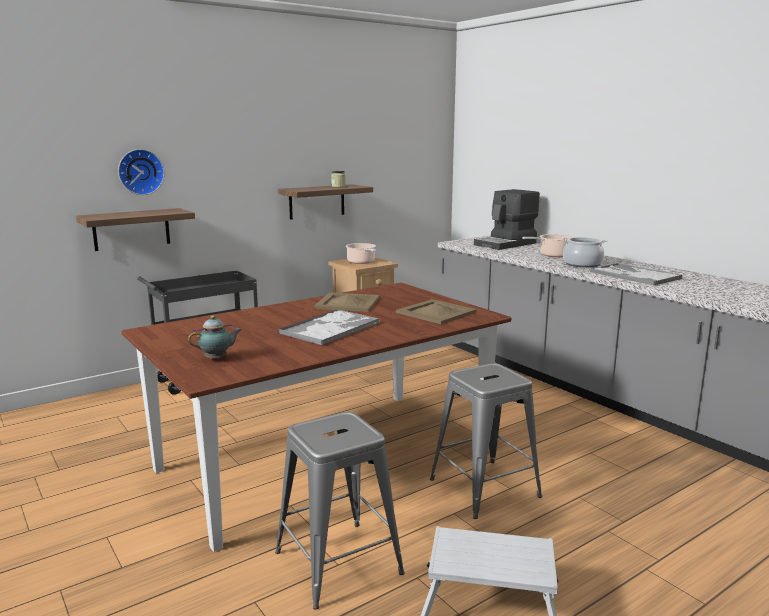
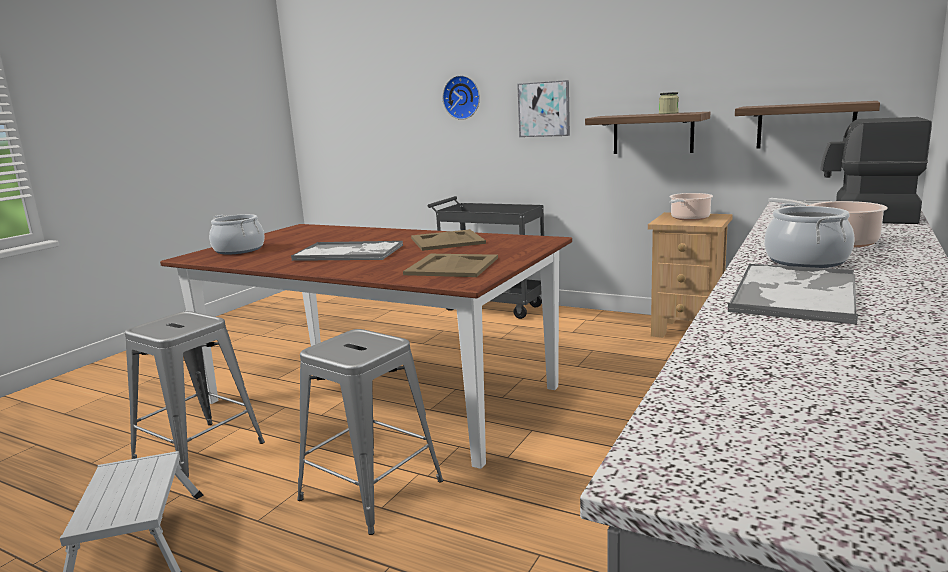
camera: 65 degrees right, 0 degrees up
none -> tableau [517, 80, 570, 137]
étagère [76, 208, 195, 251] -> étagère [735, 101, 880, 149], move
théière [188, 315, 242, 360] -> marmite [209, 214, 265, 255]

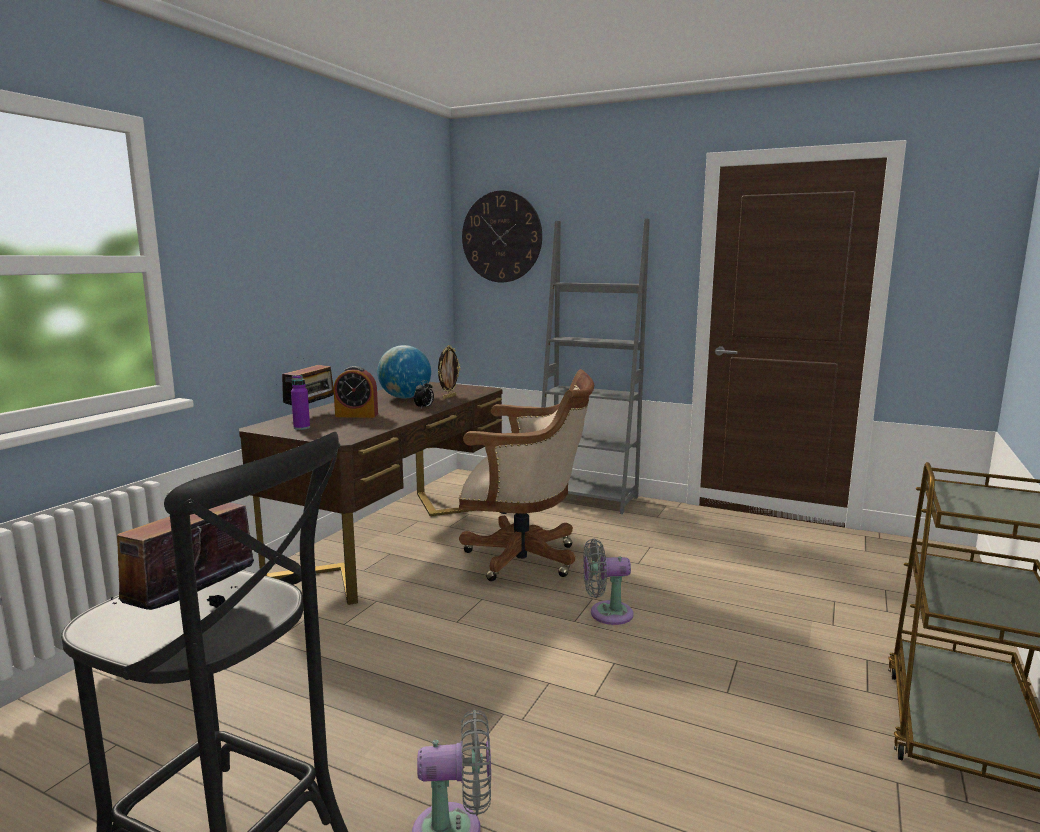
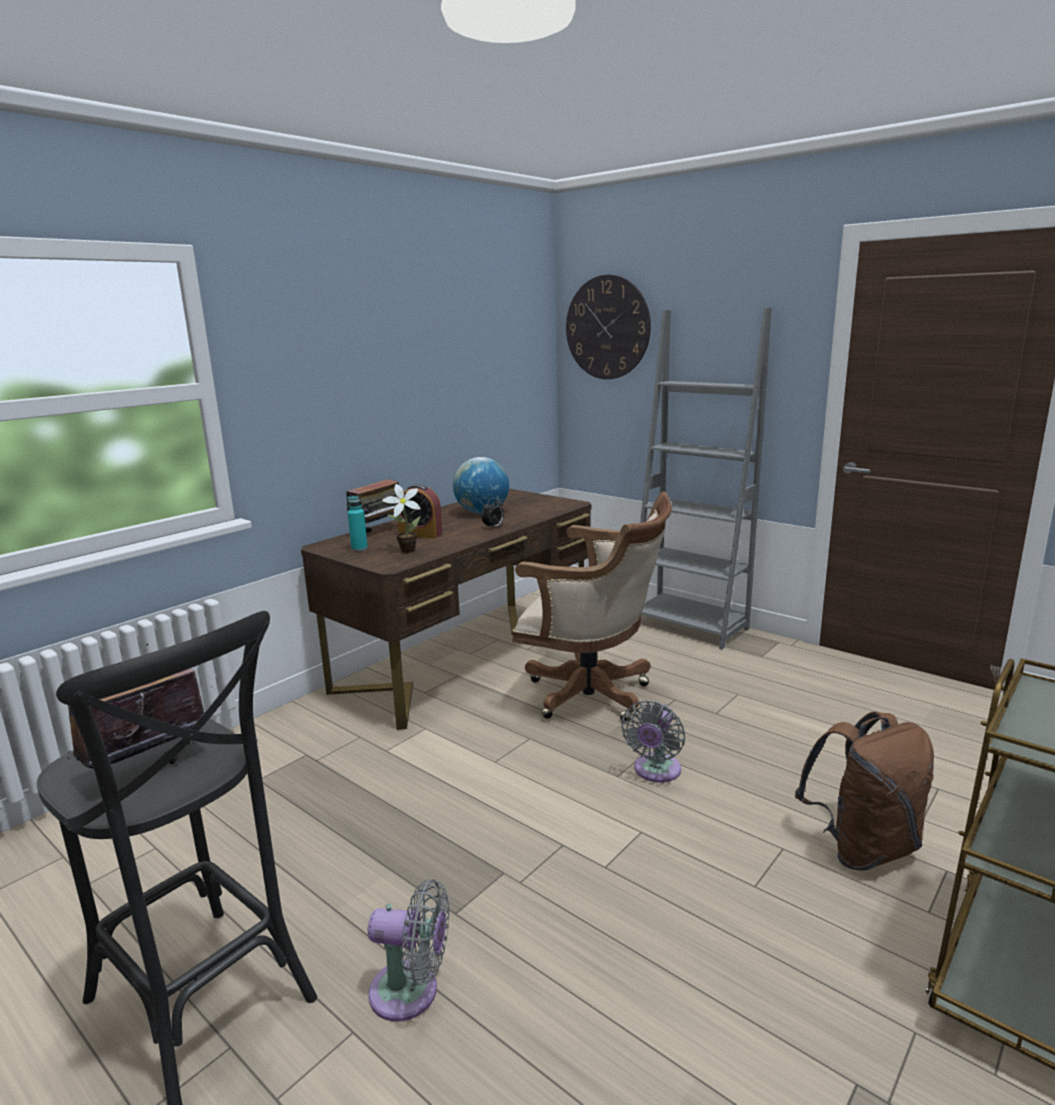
camera: 15 degrees right, 5 degrees up
cadre photo [438, 345, 460, 399] -> none
none -> plante en pot [382, 484, 420, 553]
none -> sac à dos/marron [795, 711, 934, 871]
bouteille/violet [291, 375, 310, 430] -> bouteille/turquoise [347, 496, 368, 551]
ventilateur/gris [583, 539, 633, 625] -> ventilateur/gris [621, 700, 685, 783], 75 degrees counterclockwise

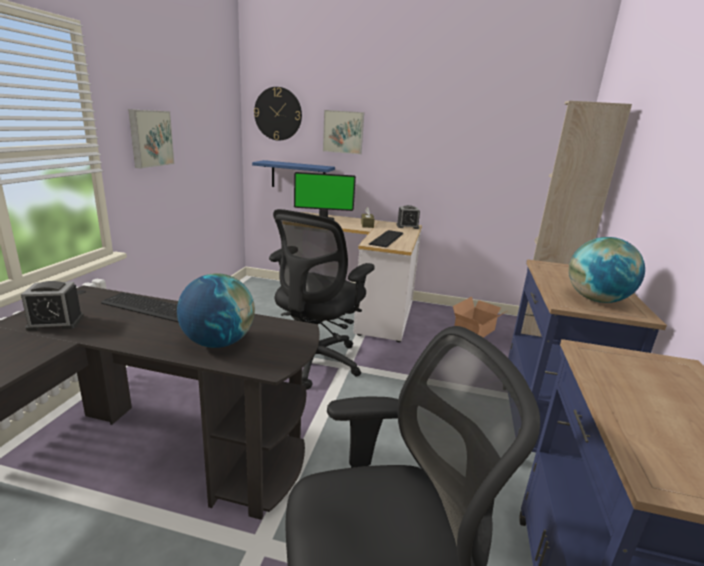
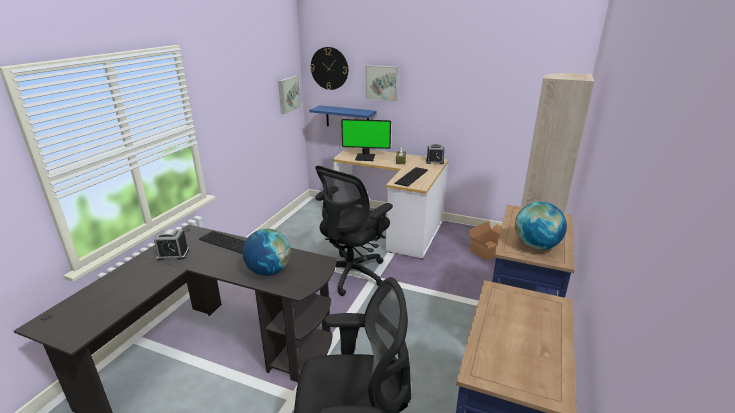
camera: 10 degrees right, 5 degrees up
tableau [128, 109, 174, 168] -> tableau [278, 76, 301, 114], move

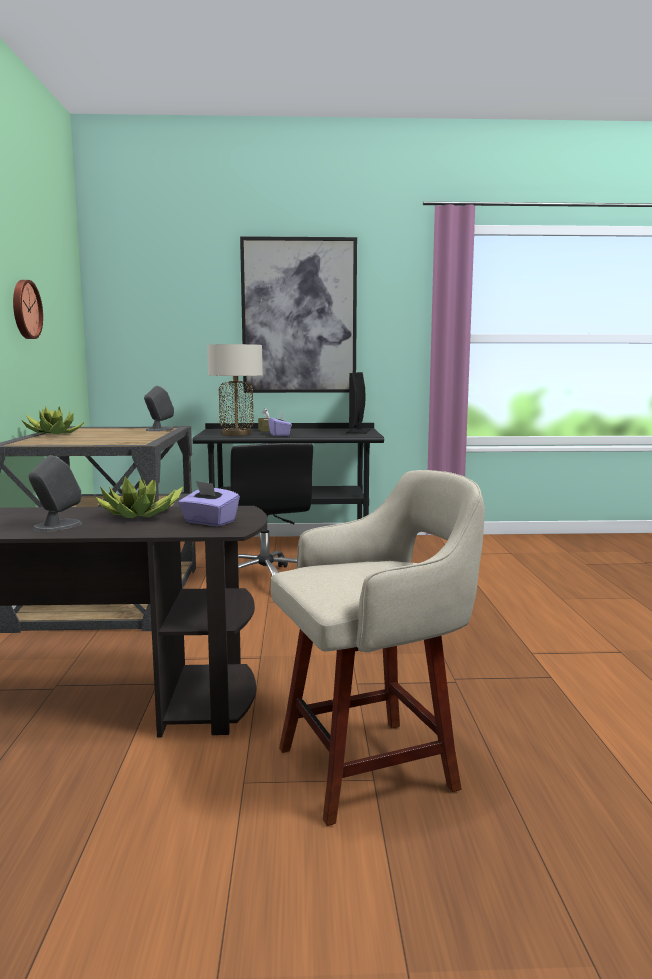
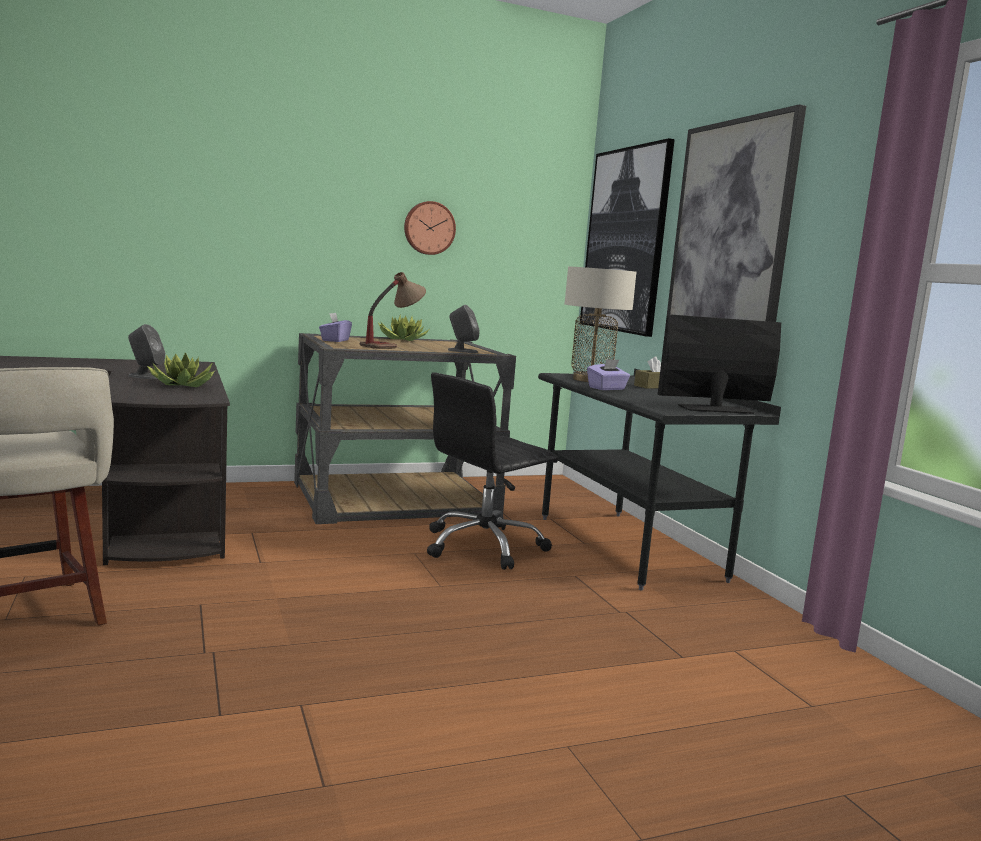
camera: 70 degrees right, 0 degrees up
none -> lampe de table [360, 272, 426, 349]
none -> tableau [580, 138, 675, 337]
boîte à mouchoirs/violet [178, 481, 240, 526] -> boîte à mouchoirs/violet [319, 313, 352, 342], move

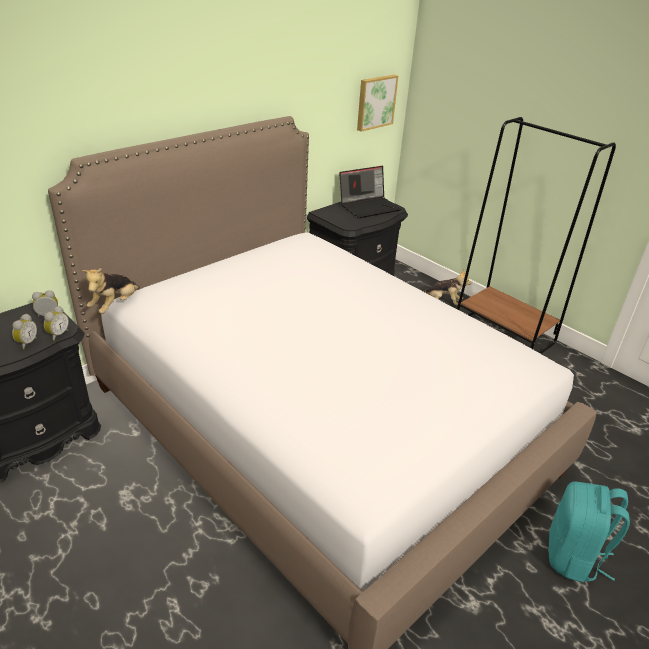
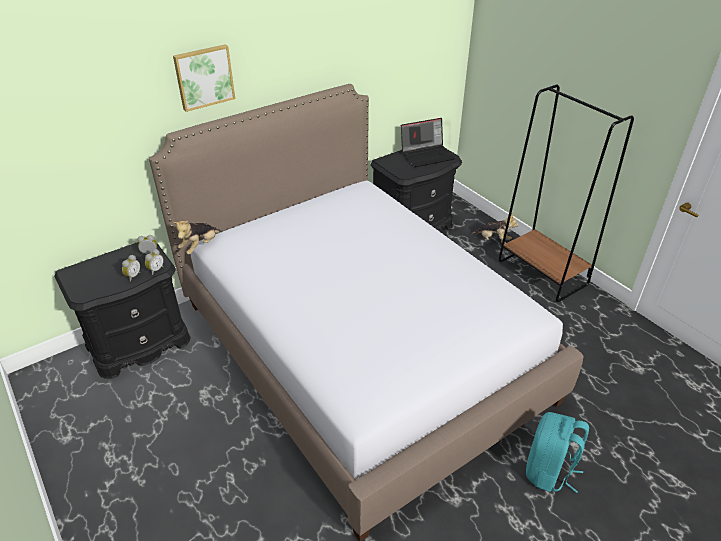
camera: 10 degrees right, 5 degrees up
tableau [357, 75, 398, 132] -> tableau [173, 44, 235, 112], move

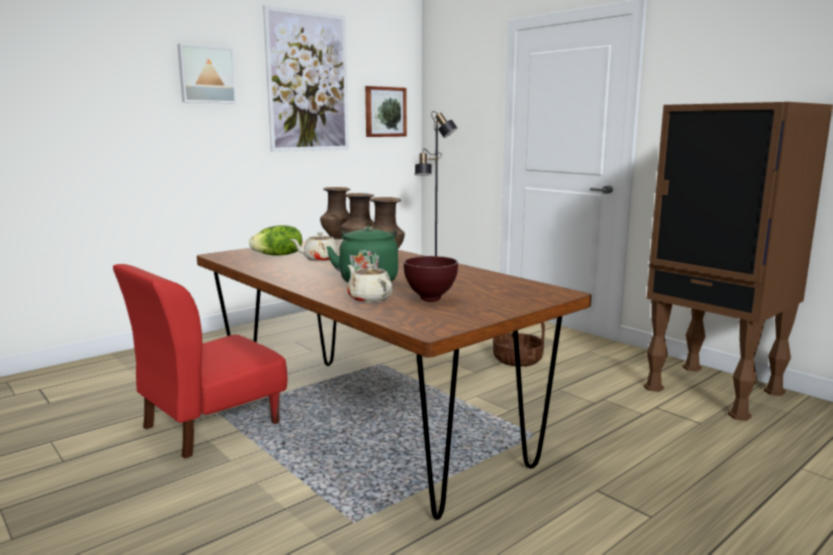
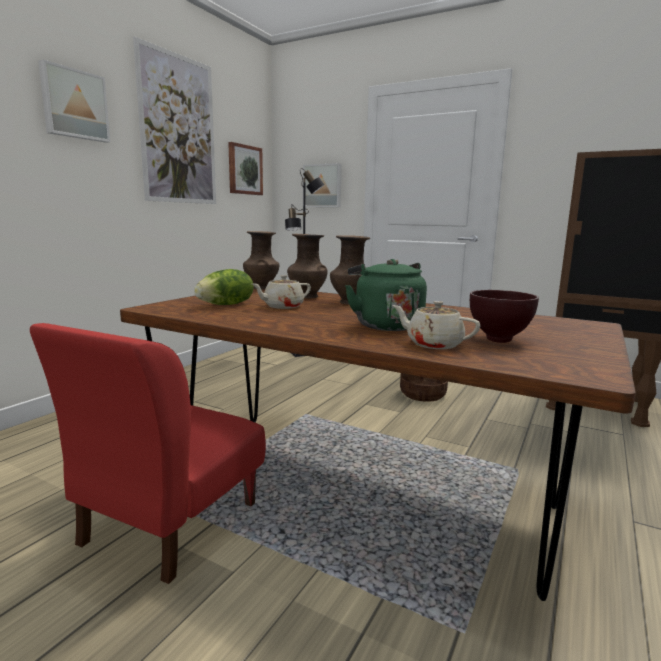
camera: 20 degrees left, 0 degrees up
none -> tableau [303, 163, 342, 207]

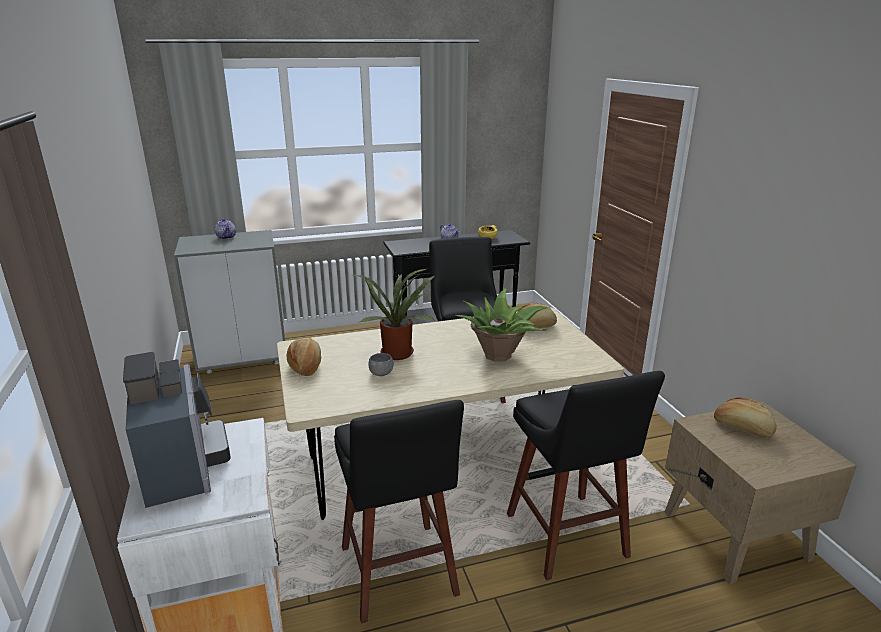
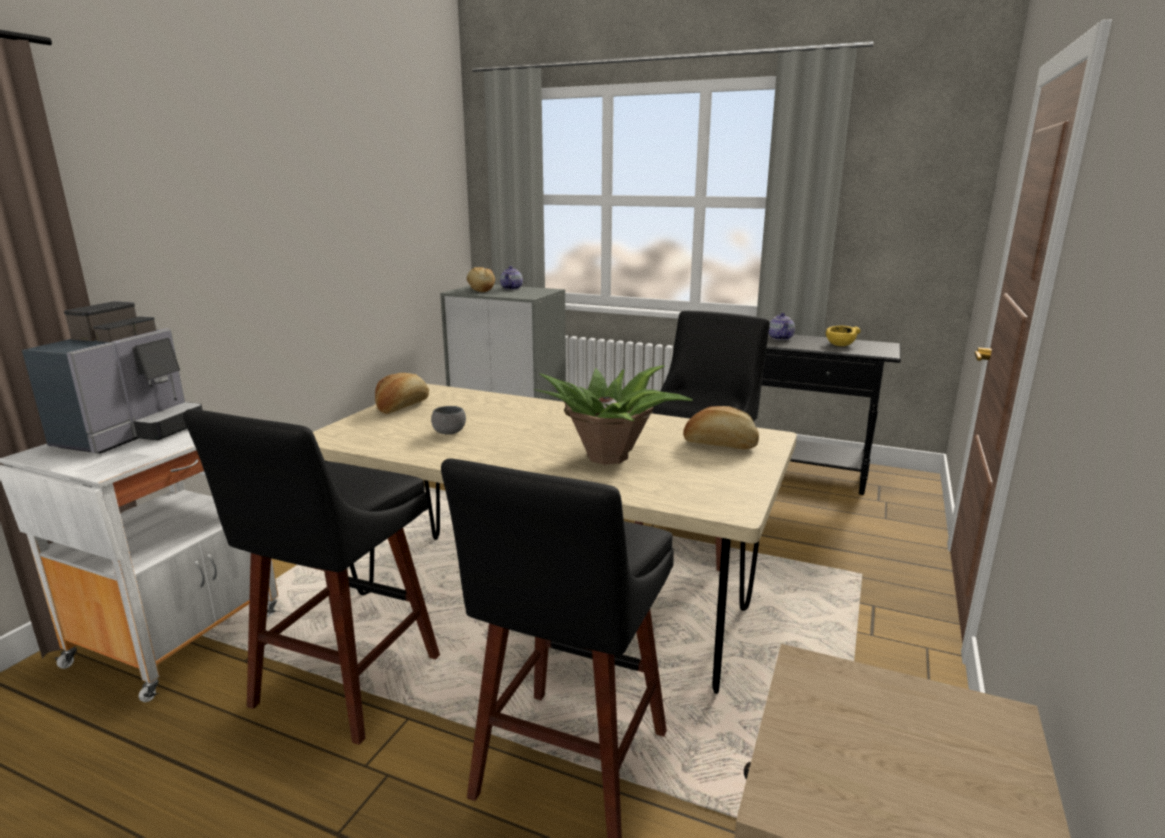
camera: 40 degrees right, 5 degrees down
plante en pot [353, 268, 436, 360] -> none
pain [714, 398, 777, 437] -> pain [467, 267, 495, 292], move

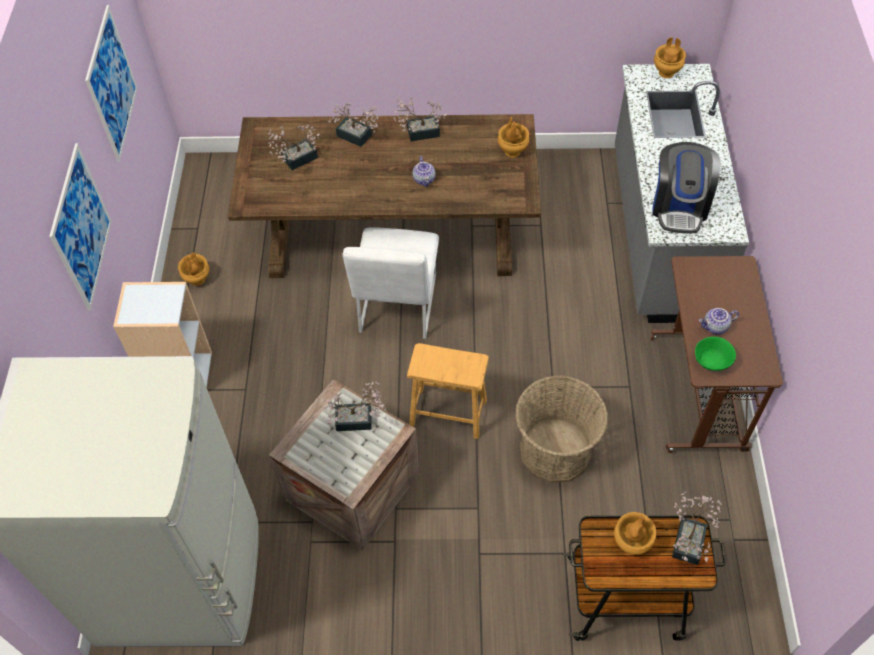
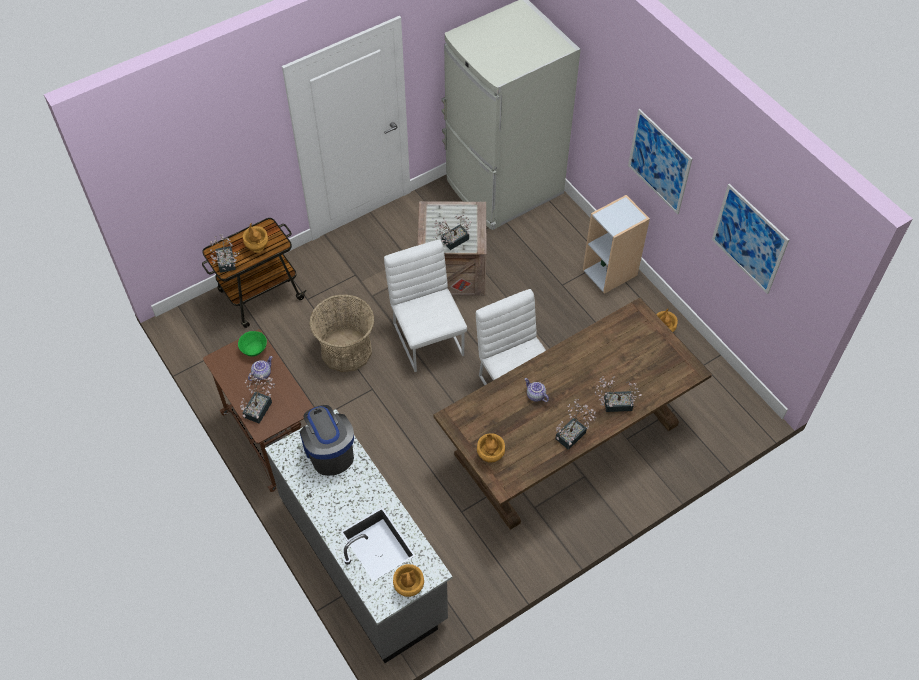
camera: 145 degrees right, 0 degrees up
plante en pot [268, 124, 320, 170] -> plante en pot [240, 372, 275, 424], move
tabouret/marron [407, 343, 489, 439] -> chaise/blanc [384, 240, 467, 372]

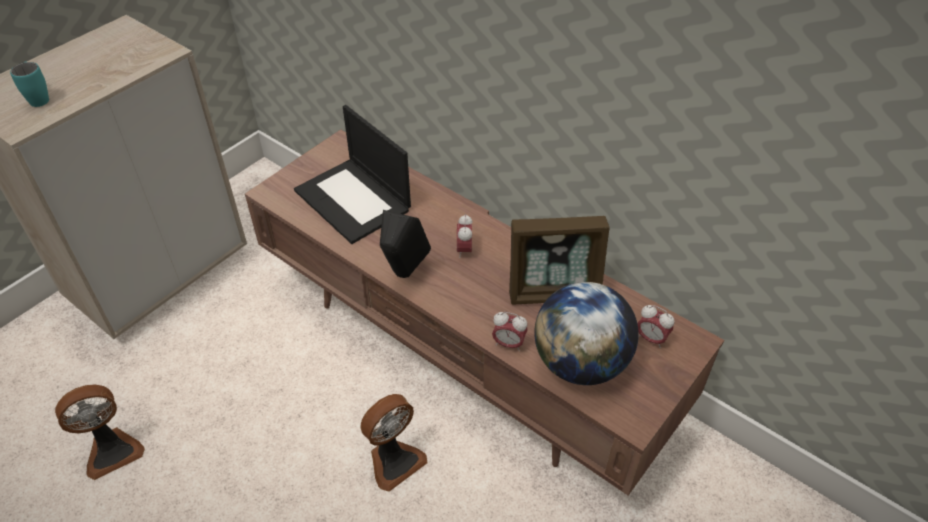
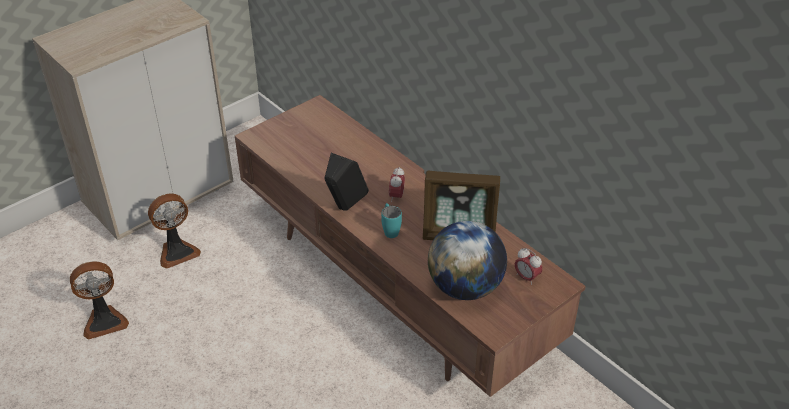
camera: 10 degrees right, 5 degrees down
ordinateur portable [294, 105, 411, 244] -> none
réveil [492, 312, 528, 351] -> none
mug/turquoise [10, 62, 49, 107] -> mug/turquoise [381, 203, 402, 238], move
ventilateur [361, 394, 427, 492] -> ventilateur [148, 194, 201, 269], move

